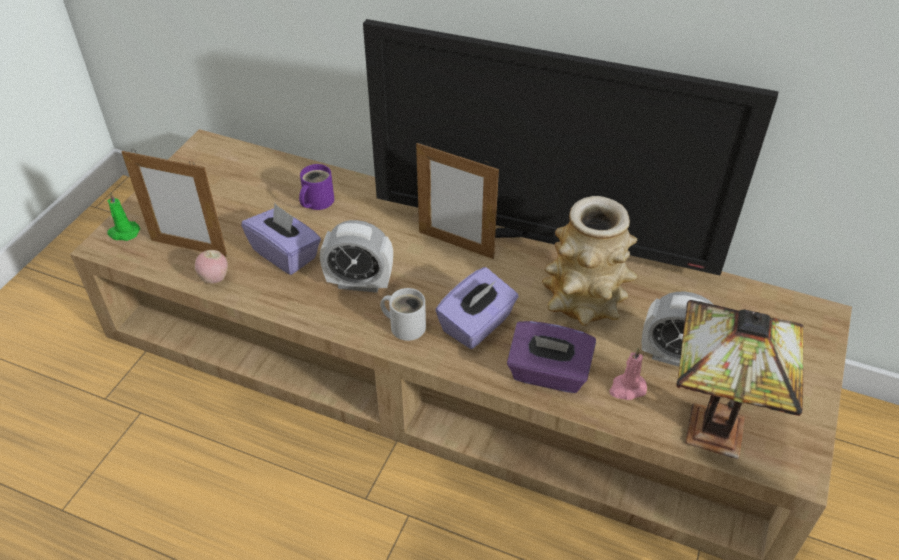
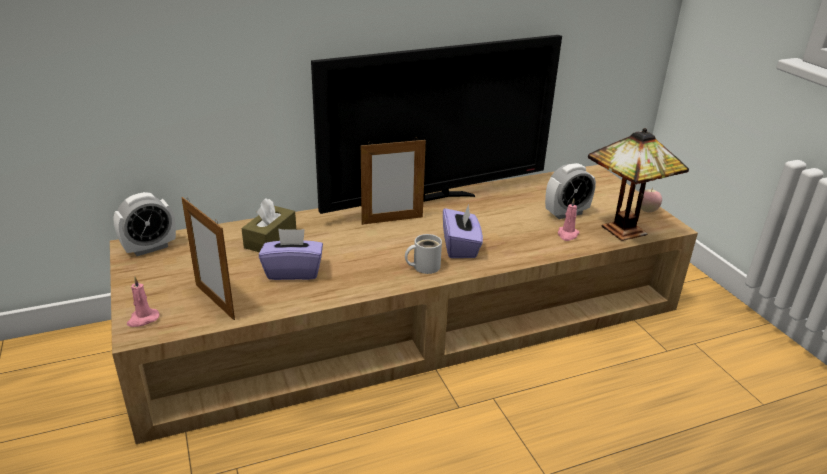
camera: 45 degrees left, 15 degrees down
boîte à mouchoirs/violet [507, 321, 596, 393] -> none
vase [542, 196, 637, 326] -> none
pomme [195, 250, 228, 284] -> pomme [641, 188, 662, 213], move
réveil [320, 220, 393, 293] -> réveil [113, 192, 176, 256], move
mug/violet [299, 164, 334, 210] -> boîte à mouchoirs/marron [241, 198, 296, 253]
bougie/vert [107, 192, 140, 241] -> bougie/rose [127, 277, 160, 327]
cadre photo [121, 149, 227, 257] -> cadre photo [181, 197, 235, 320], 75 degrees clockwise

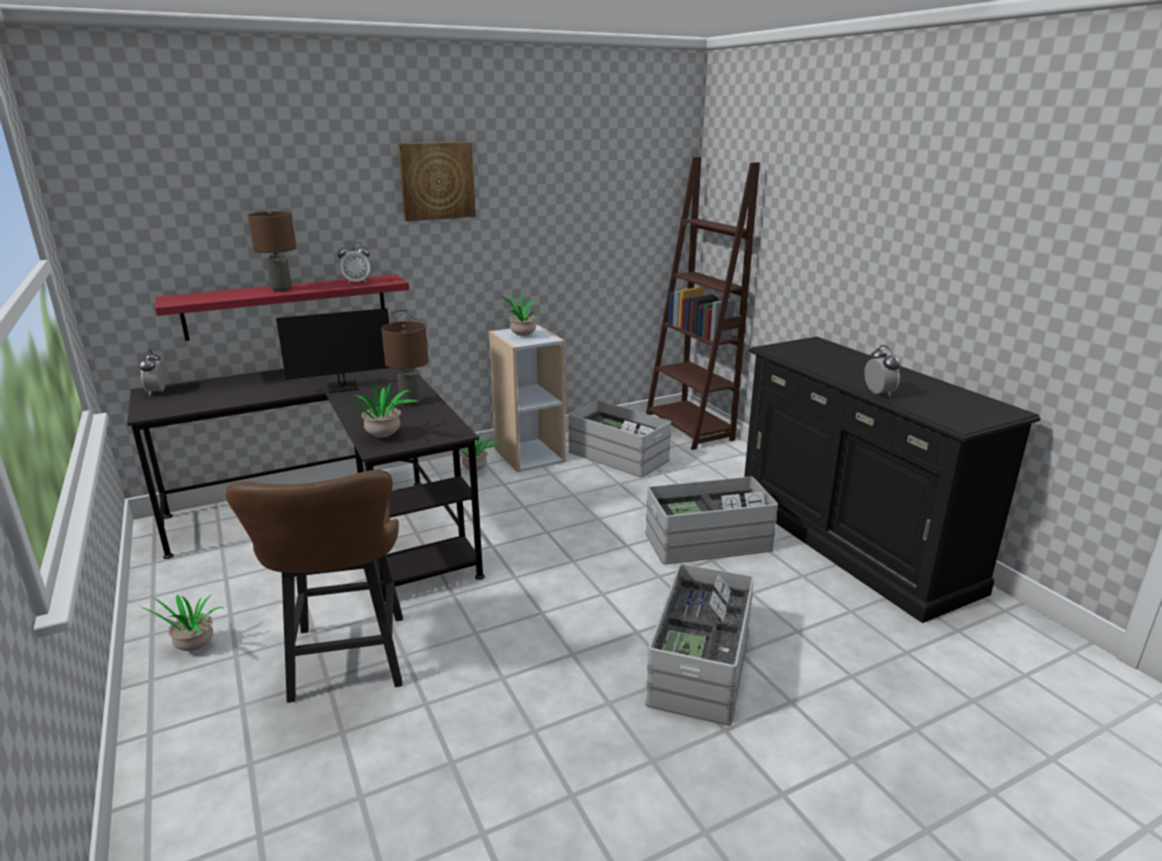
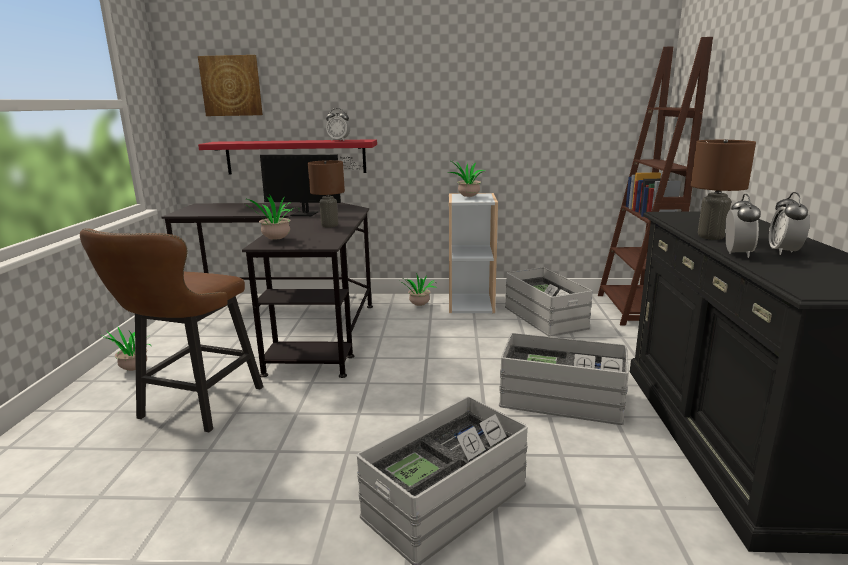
camera: 30 degrees right, 5 degrees down
réveil [139, 350, 166, 396] -> réveil [769, 192, 810, 255], move
lampe de table/marron [248, 211, 297, 291] -> lampe de table/marron [691, 139, 756, 240], move
tableau [398, 142, 476, 221] -> tableau [198, 55, 263, 116], move

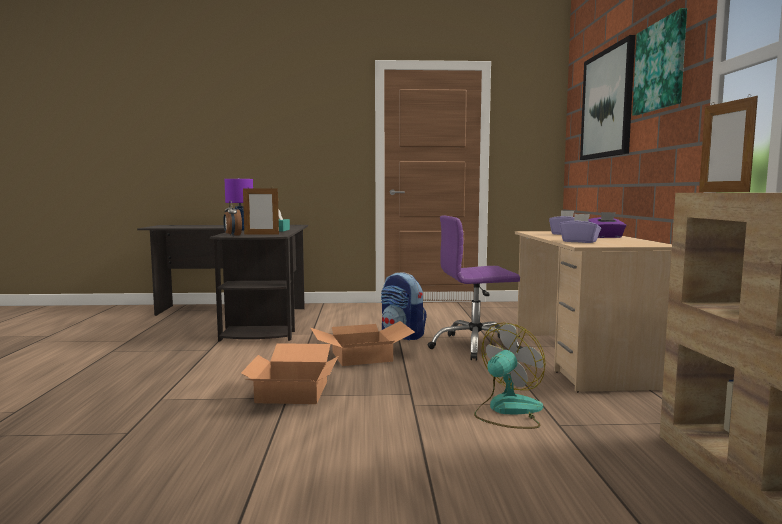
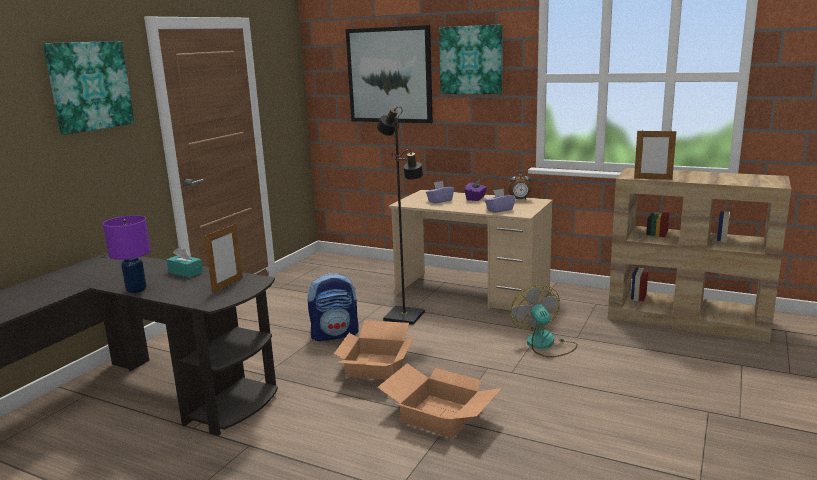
camera: 60 degrees left, 10 degrees up
none -> tableau [43, 41, 135, 135]
réveil [223, 200, 242, 236] -> réveil [508, 170, 531, 199], move
chaise de bureau/violet [428, 216, 523, 361] -> lampadaire/noir [377, 106, 425, 325]

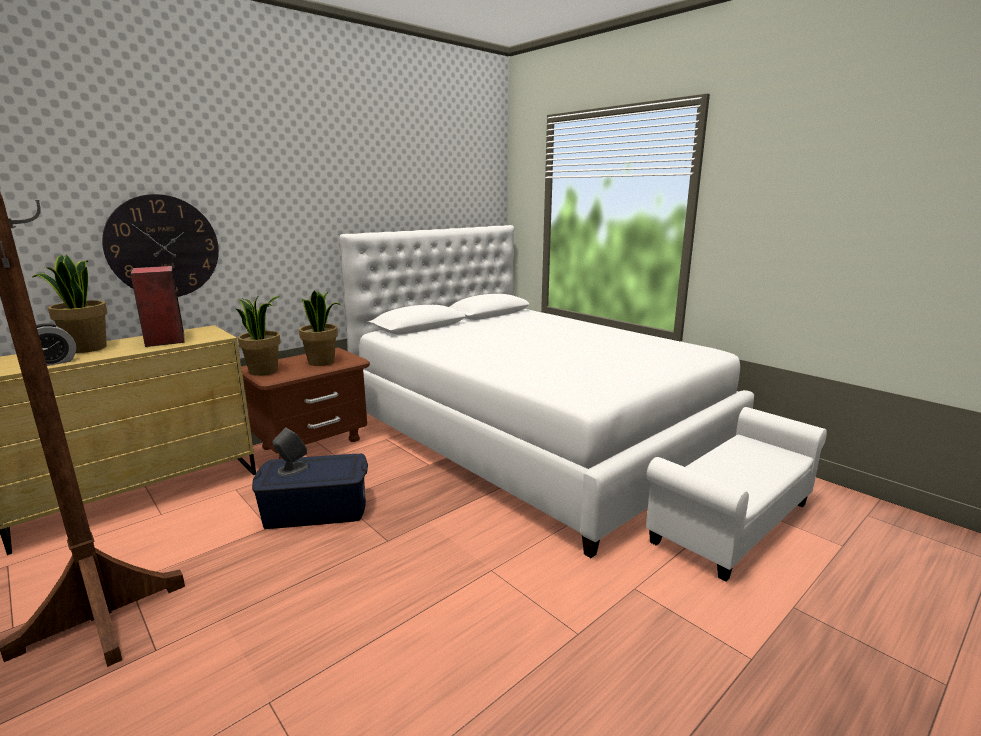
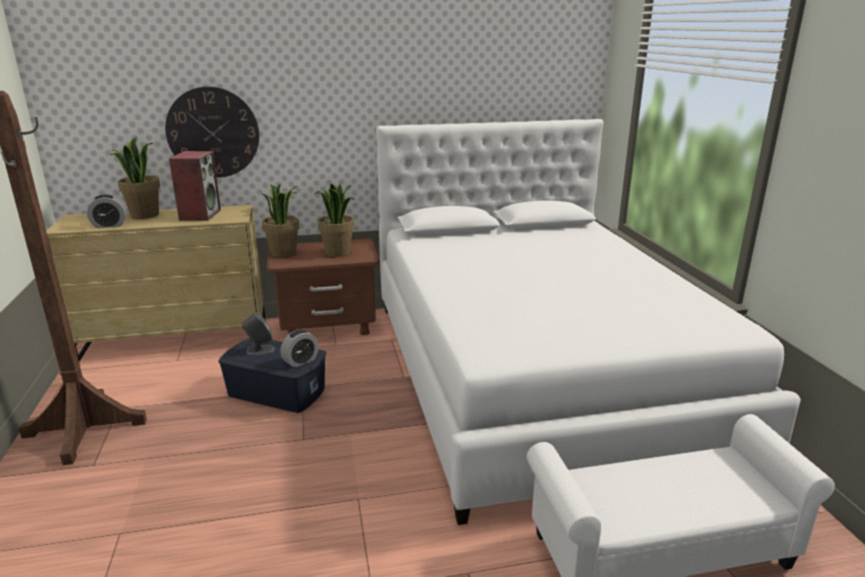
camera: 30 degrees right, 5 degrees up
none -> réveil [280, 329, 319, 368]

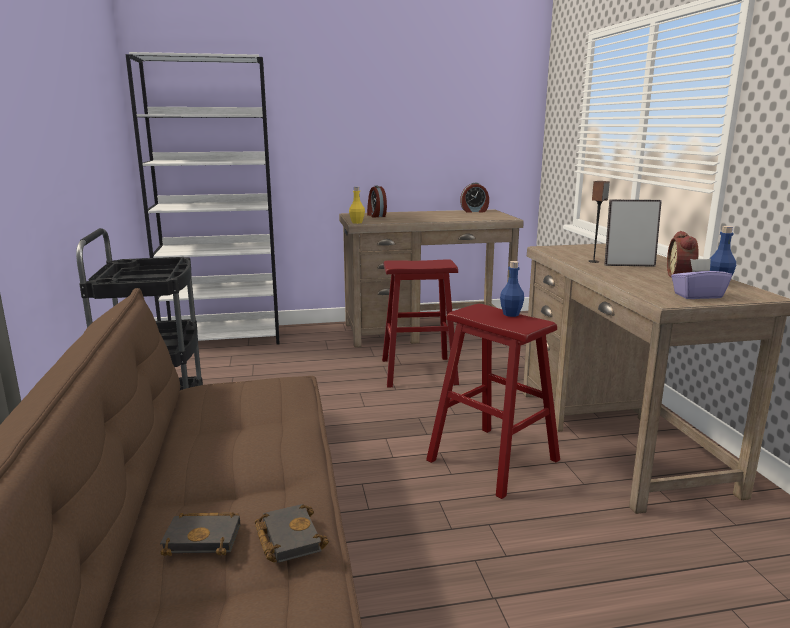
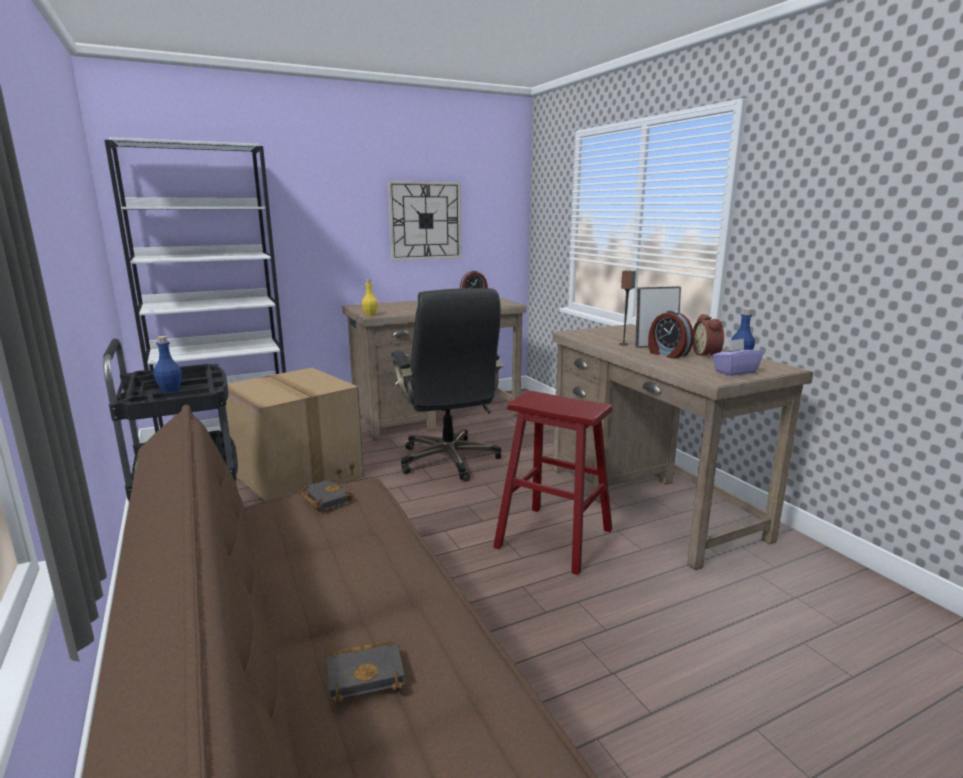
camera: 15 degrees left, 0 degrees up
none -> carton [226, 368, 364, 501]
none -> horloge murale [388, 181, 461, 261]
livre/noir [255, 504, 329, 563] -> livre/noir [299, 479, 354, 511], move
réveil [367, 186, 387, 217] -> réveil [648, 310, 694, 359], move
bouteille/bleu [500, 261, 524, 317] -> bouteille/bleu [153, 336, 182, 393], move
tabouret/rouge [382, 259, 459, 387] -> chaise de bureau/noir [391, 288, 503, 481]

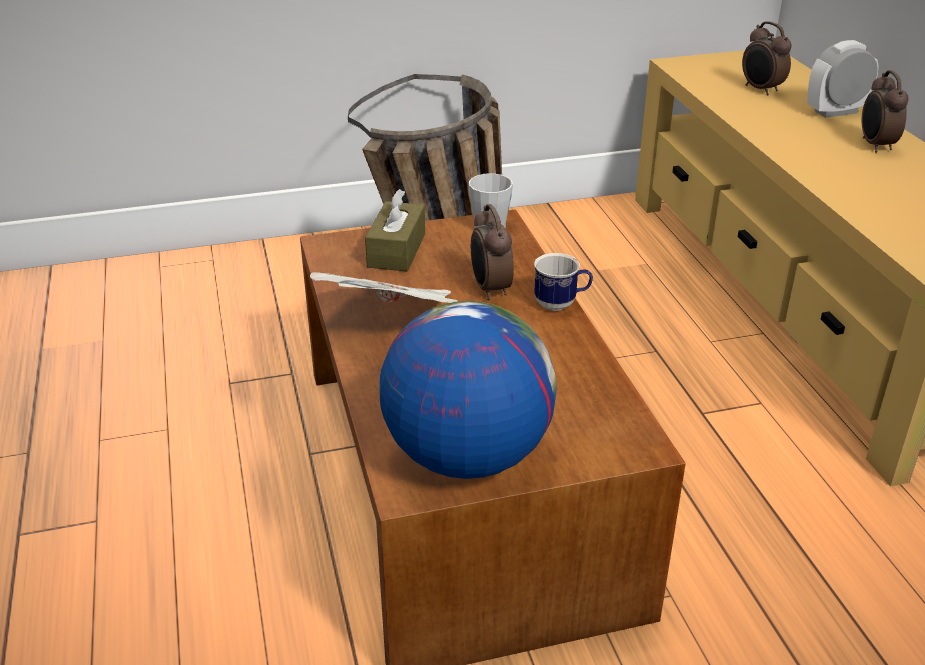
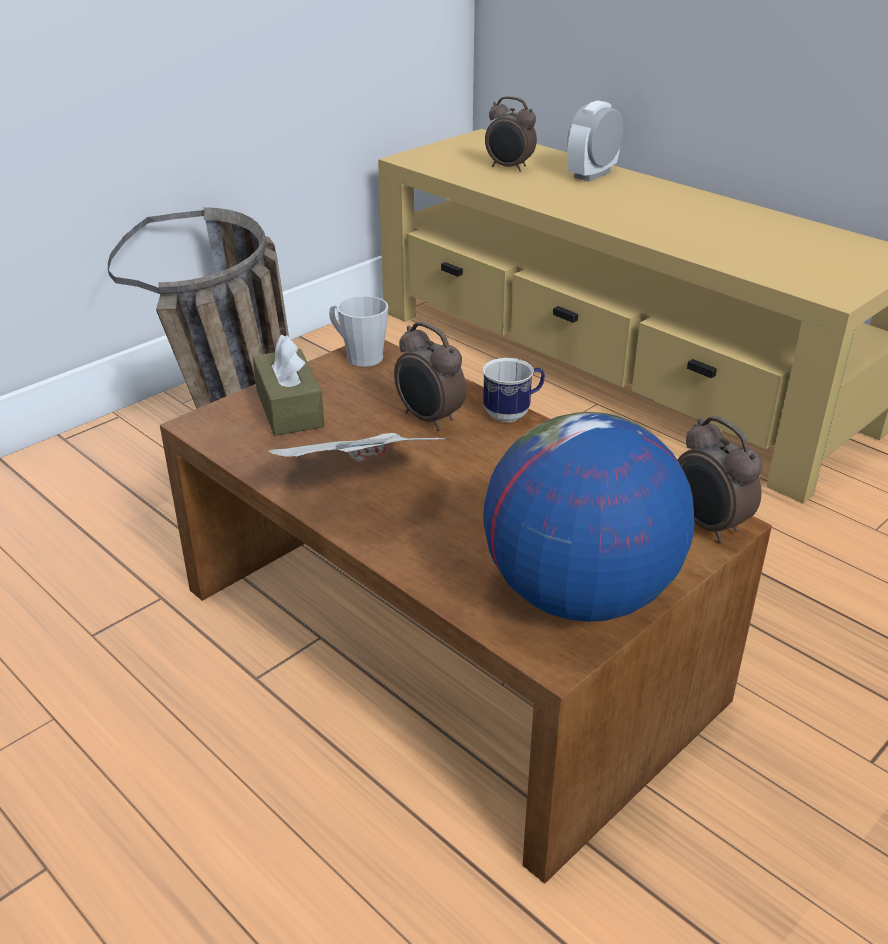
camera: 30 degrees left, 0 degrees up
réveil [862, 70, 909, 153] -> réveil [678, 416, 763, 543], move

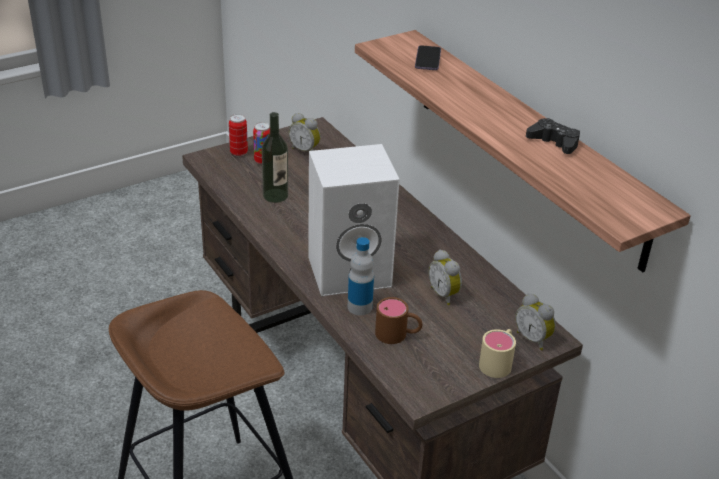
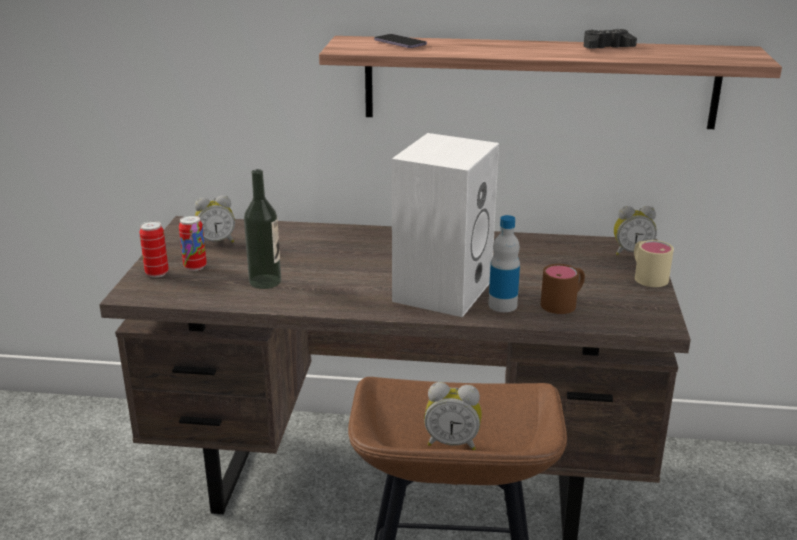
camera: 50 degrees left, 10 degrees down
réveil [428, 250, 462, 305] -> réveil [424, 382, 482, 451], move

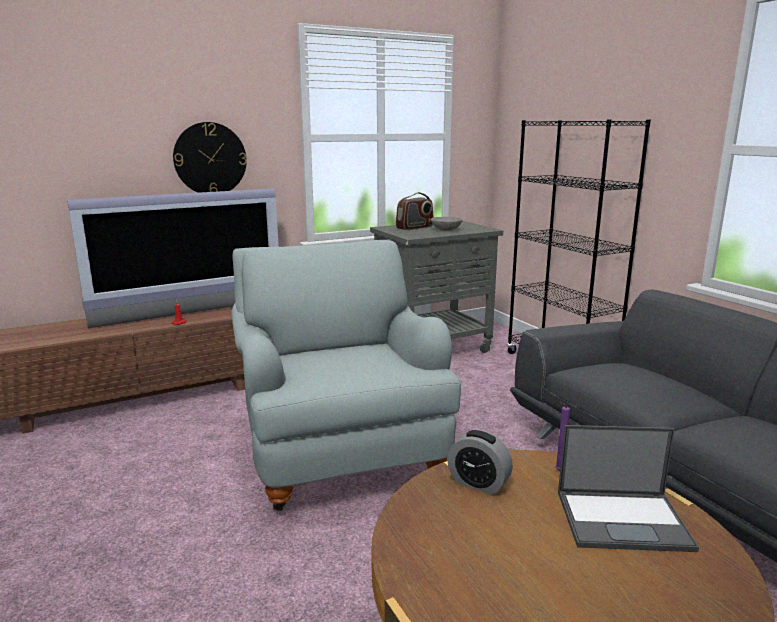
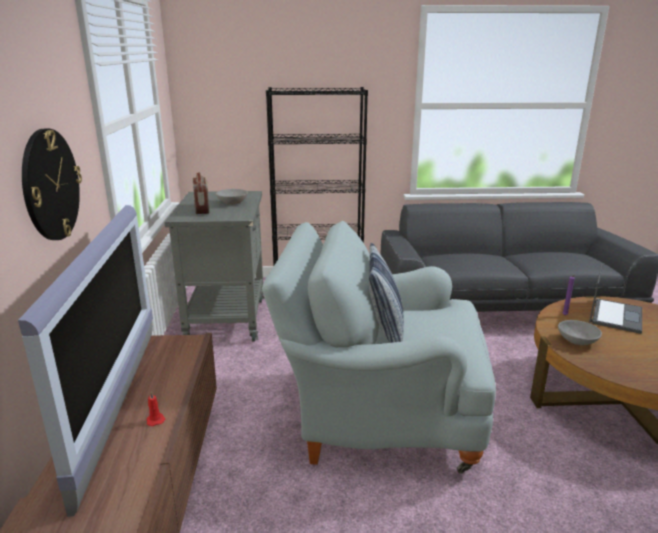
camera: 65 degrees left, 5 degrees up
none -> coussin [369, 243, 404, 343]
réveil [447, 430, 513, 495] -> bol/gris [558, 320, 602, 345]

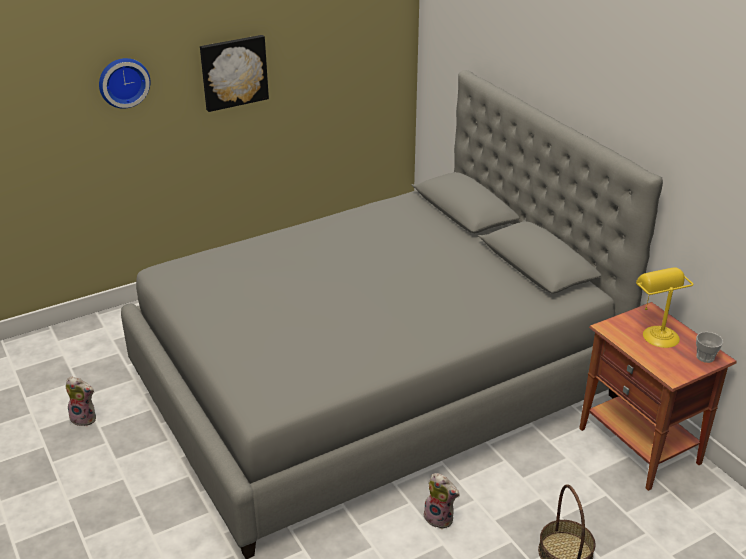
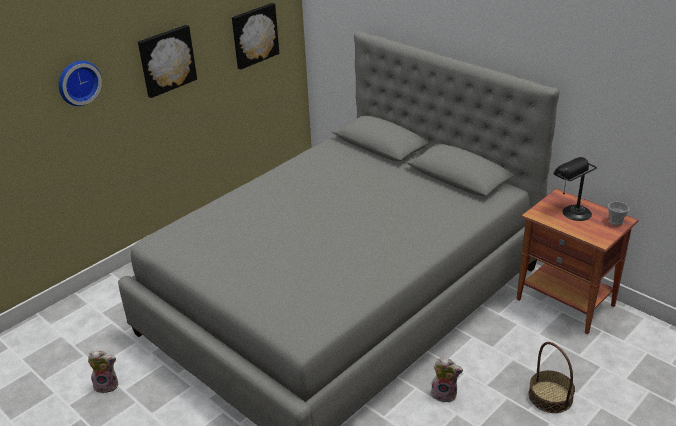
camera: 15 degrees left, 0 degrees up
none -> tableau [232, 3, 279, 70]
lampe de table/jaune [636, 267, 694, 348] -> lampe de table/noir [553, 157, 597, 221]

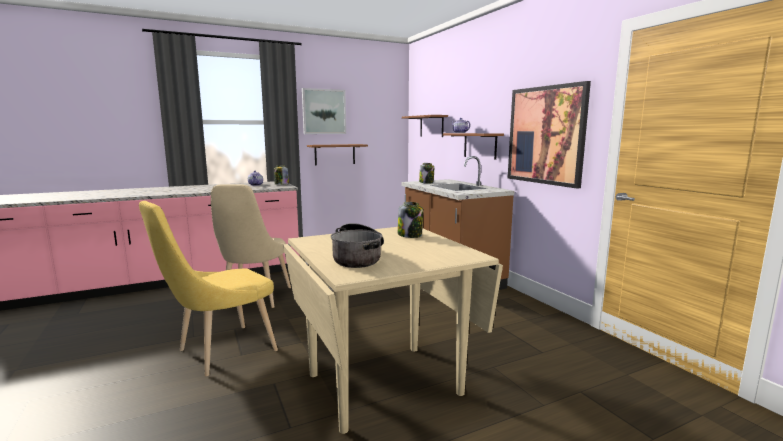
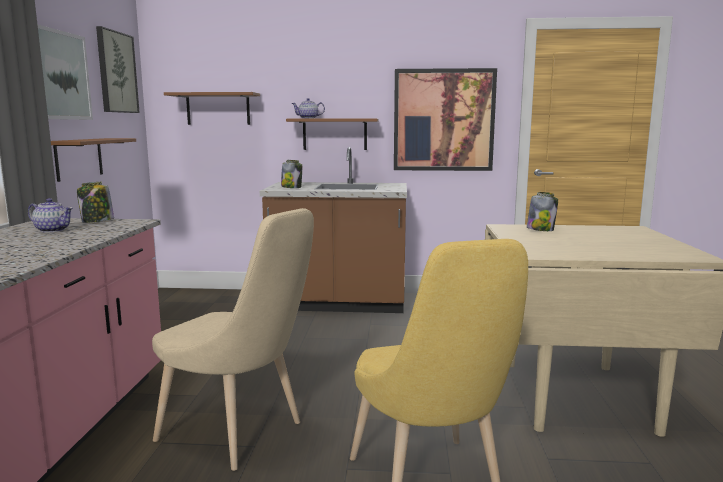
camera: 60 degrees left, 0 degrees up
marmite [331, 223, 384, 268] -> none
none -> tableau [96, 26, 140, 113]

